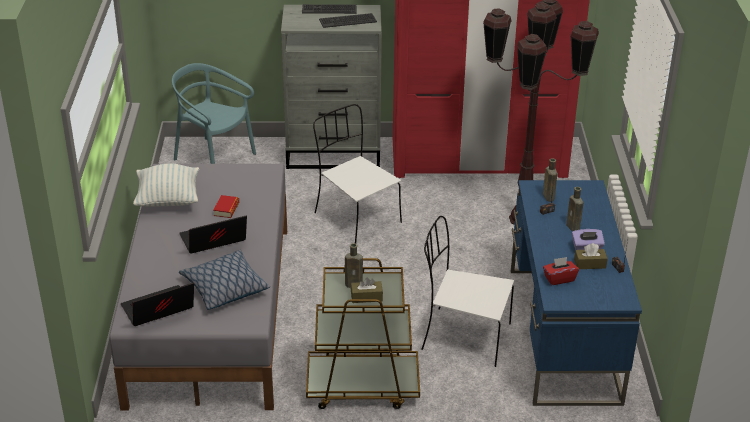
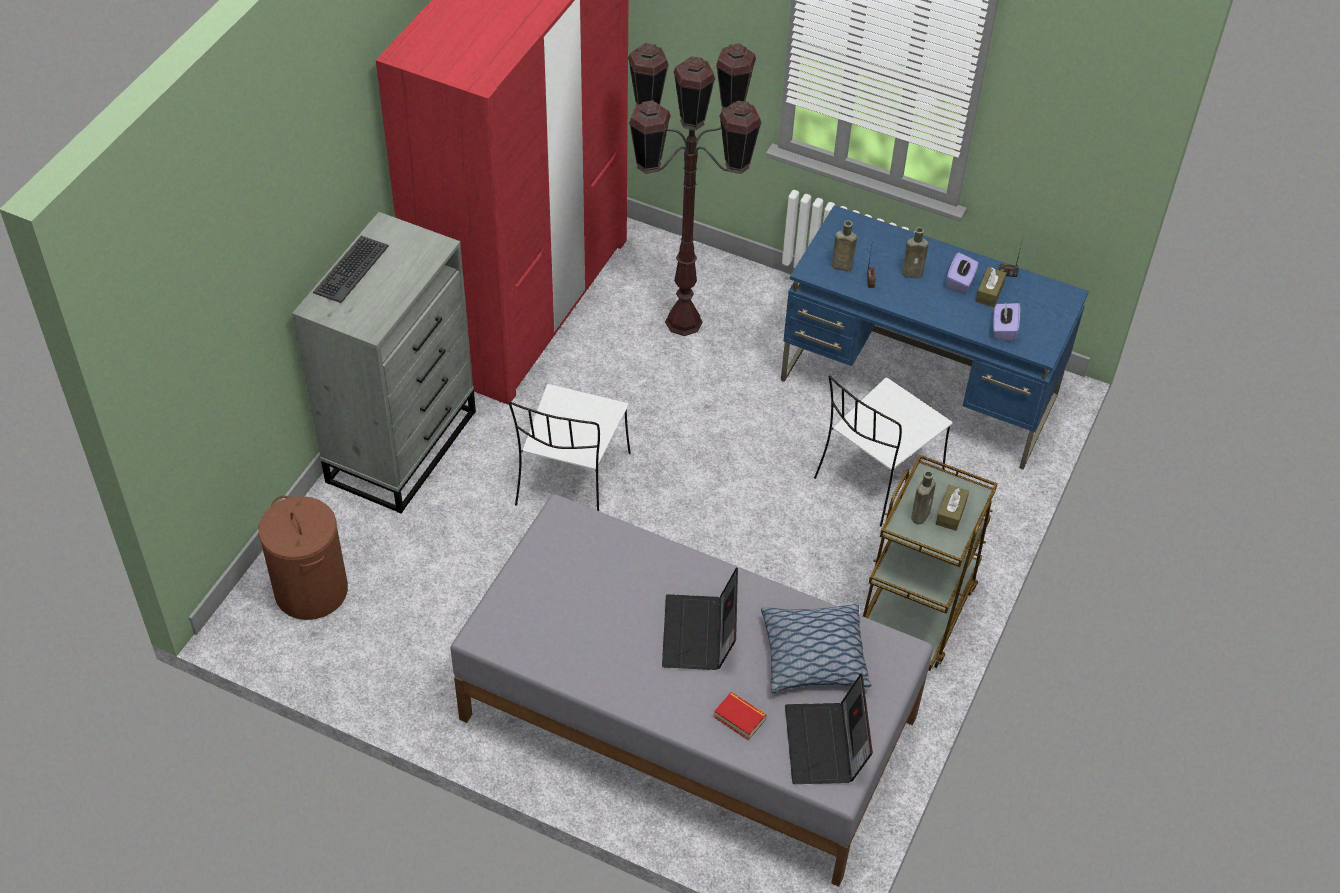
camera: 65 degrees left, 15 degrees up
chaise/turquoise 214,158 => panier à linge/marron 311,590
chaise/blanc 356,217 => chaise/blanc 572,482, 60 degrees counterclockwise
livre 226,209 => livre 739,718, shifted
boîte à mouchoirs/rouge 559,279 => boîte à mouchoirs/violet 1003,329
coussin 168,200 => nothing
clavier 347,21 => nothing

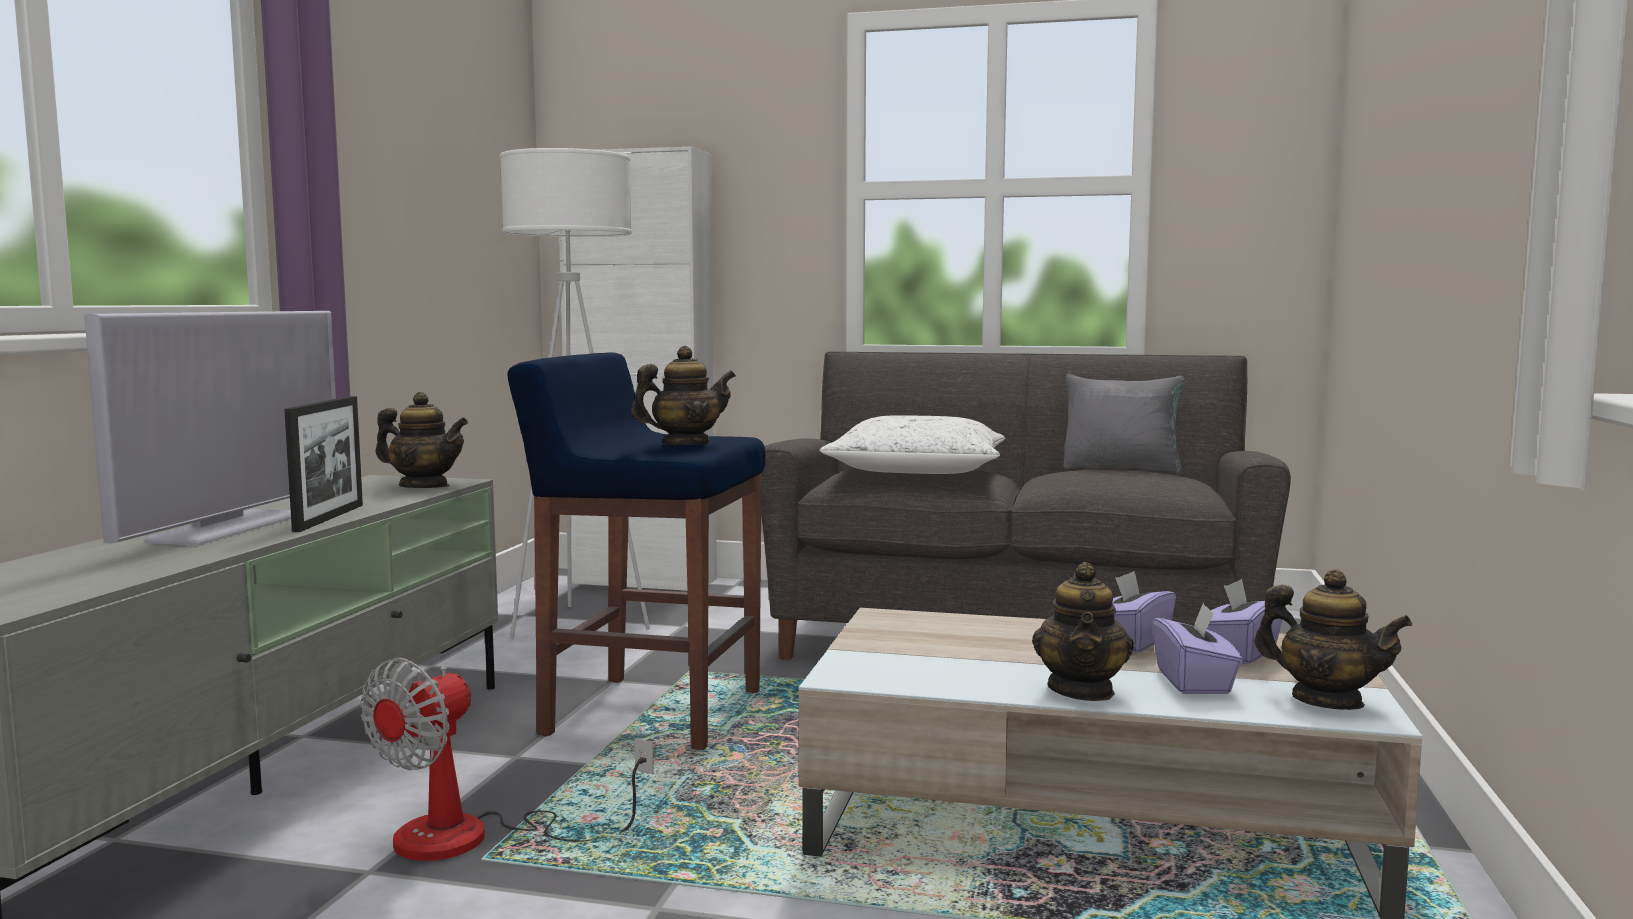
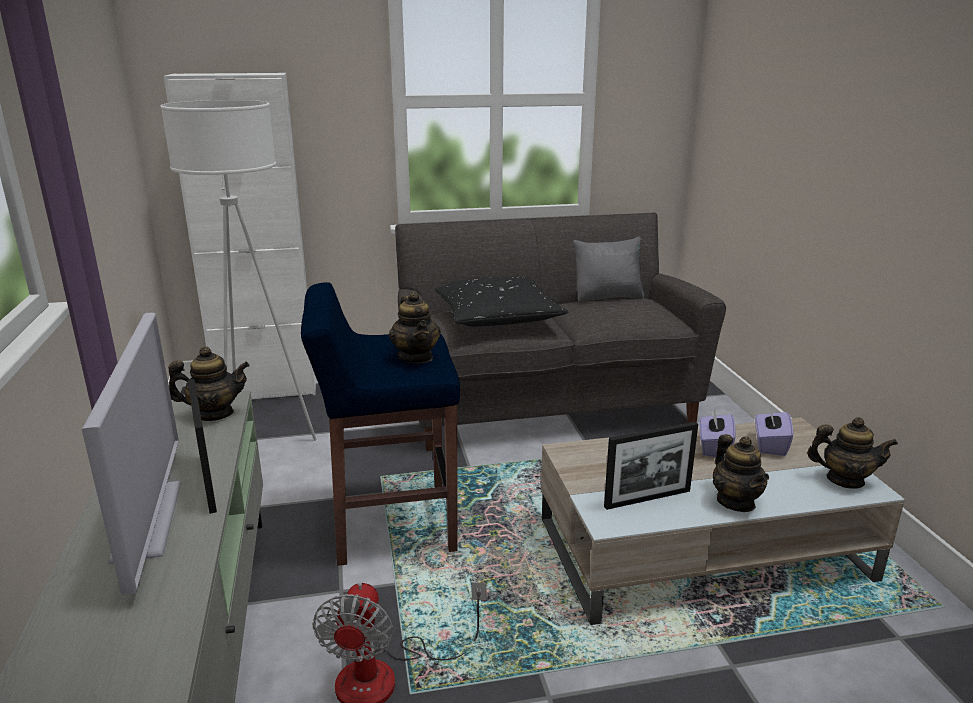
camera: 25 degrees left, 15 degrees up
théière 685,445 => théière 416,357, 120 degrees clockwise
coussin/blanc 917,470 => coussin/noir 497,316
nothing => cadre photo 647,499
boîte à mouchoirs/violet 1194,682 => nothing

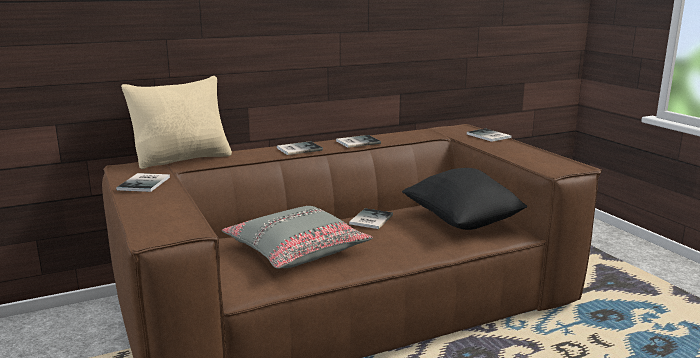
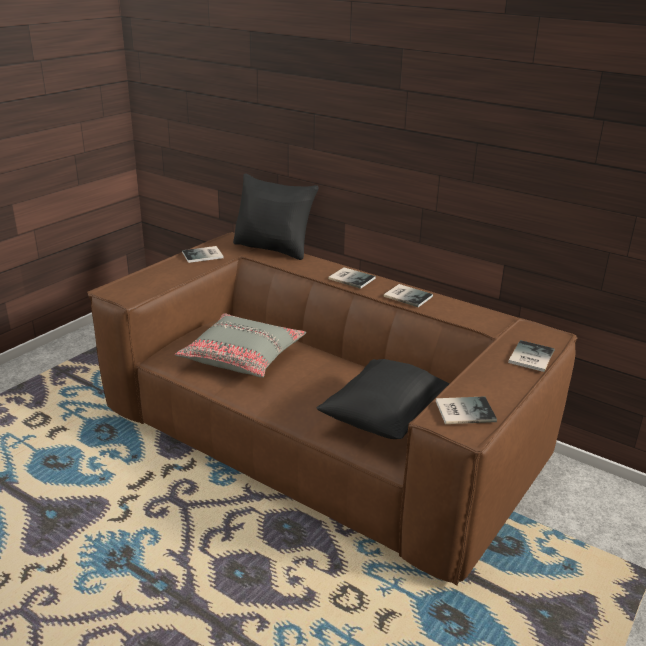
camera: 60 degrees right, 10 degrees up
coussin/beige 183,159 => coussin/noir 273,248
livre 369,220 => livre 463,410, shifted

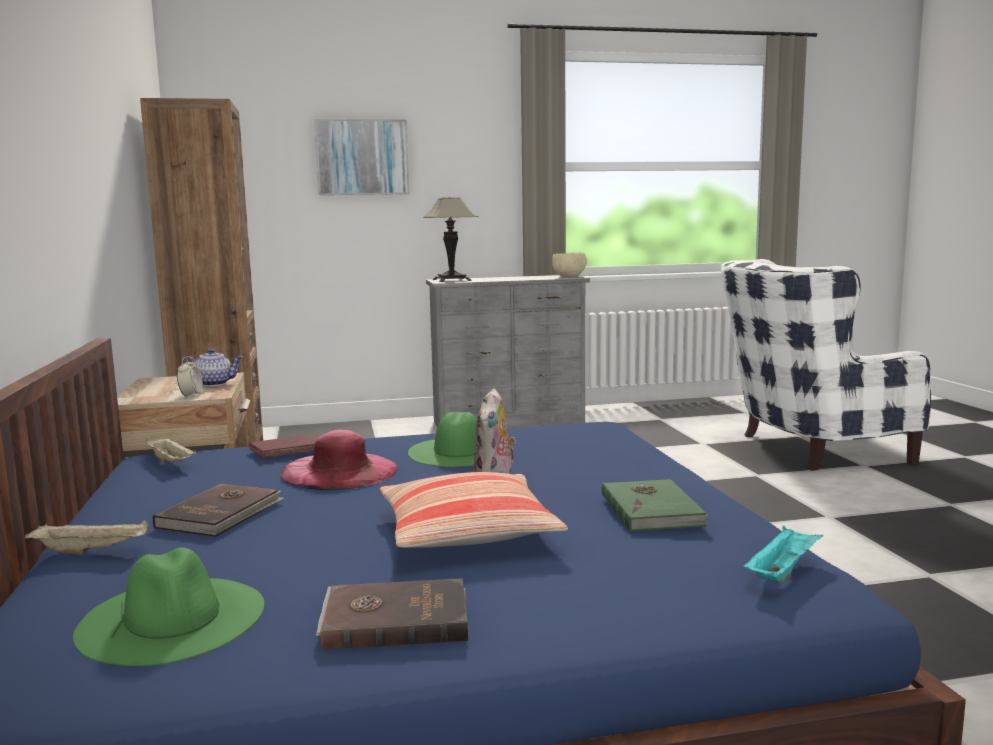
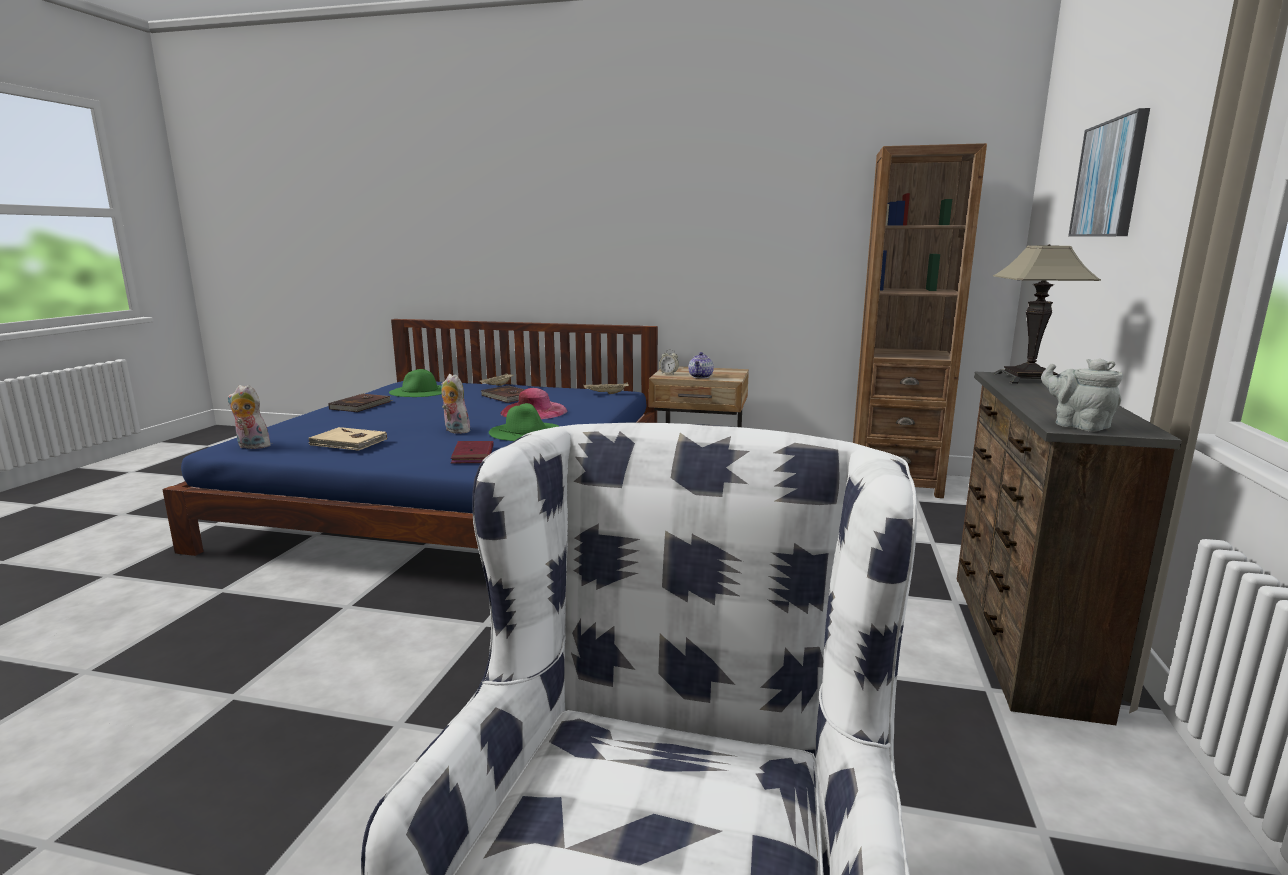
camera: 115 degrees right, 5 degrees up
plateau/turquoise 782,571 => peluche 251,446
livre/vert 653,509 => livre/beige 348,442
livre/rouge 290,450 => livre/rouge 473,455, shifted
commode/gris 510,422 => commode/marron 1018,639
bol/beige 569,277 => théière/gris 1077,425
coussin 467,531 => nothing

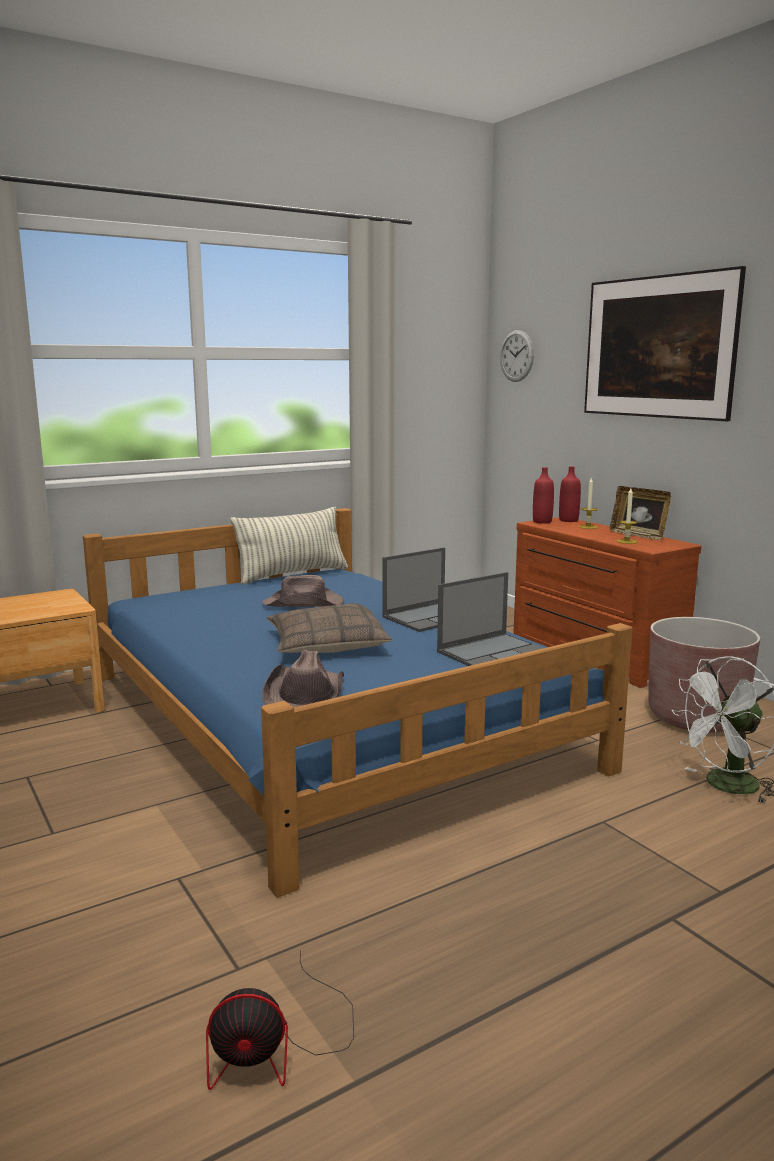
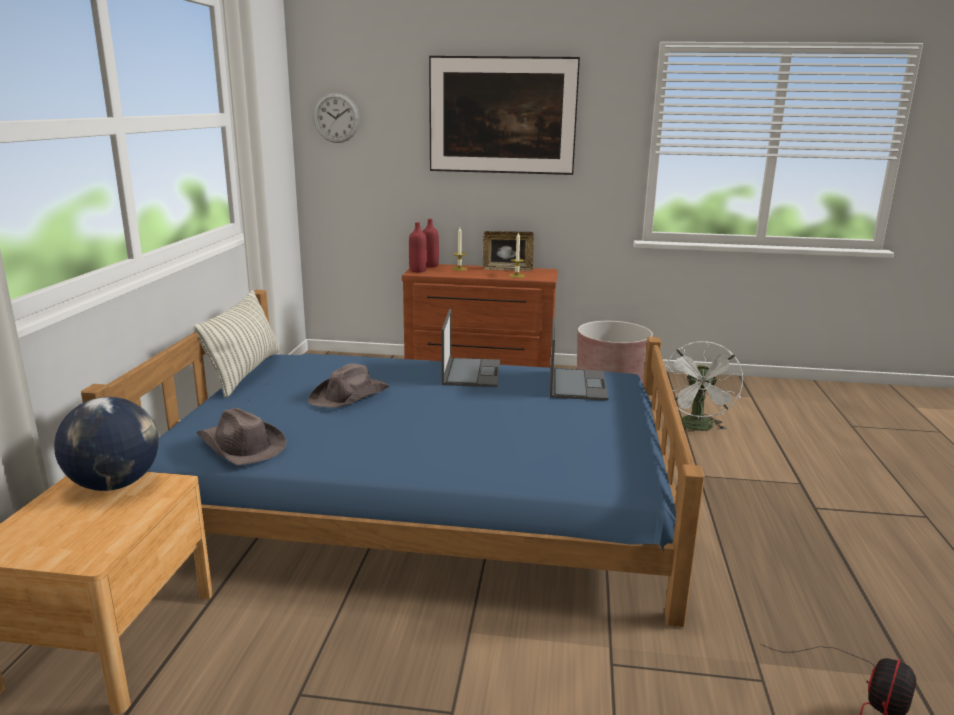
camera: 50 degrees left, 5 degrees up
nothing => globe 114,484
chapeau/marron 305,693 => chapeau/marron 241,446, shifted
coussin 326,644 => nothing

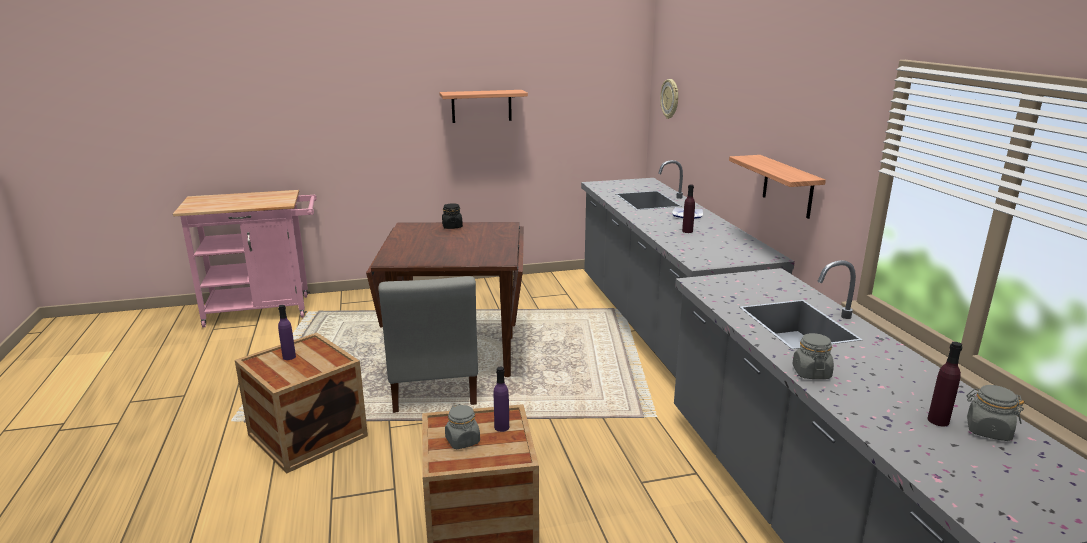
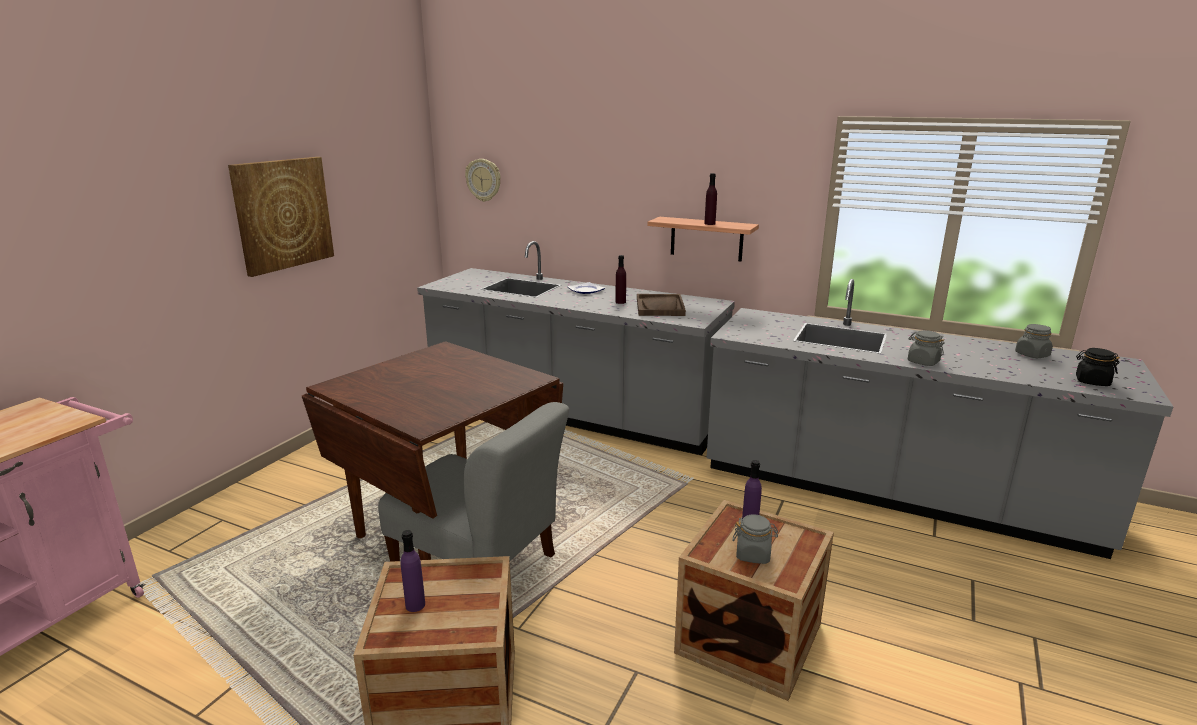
camera: 50 degrees left, 0 degrees up
étagère 481,106 => tableau 283,214
nothing => plateau/marron 660,307
bouteille/violet 938,420 => bouteille/violet 709,224, shifted
bocal/noir 452,226 => bocal/noir 1092,381, shifted

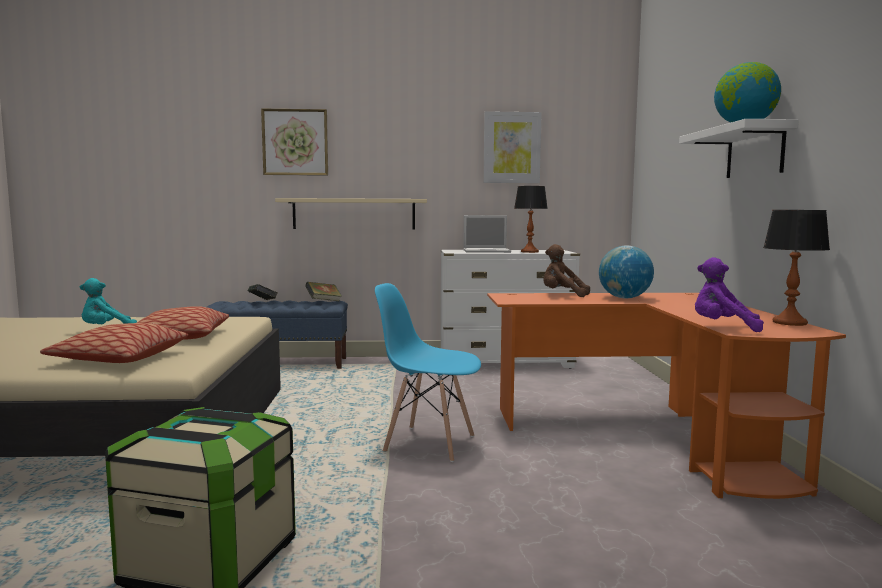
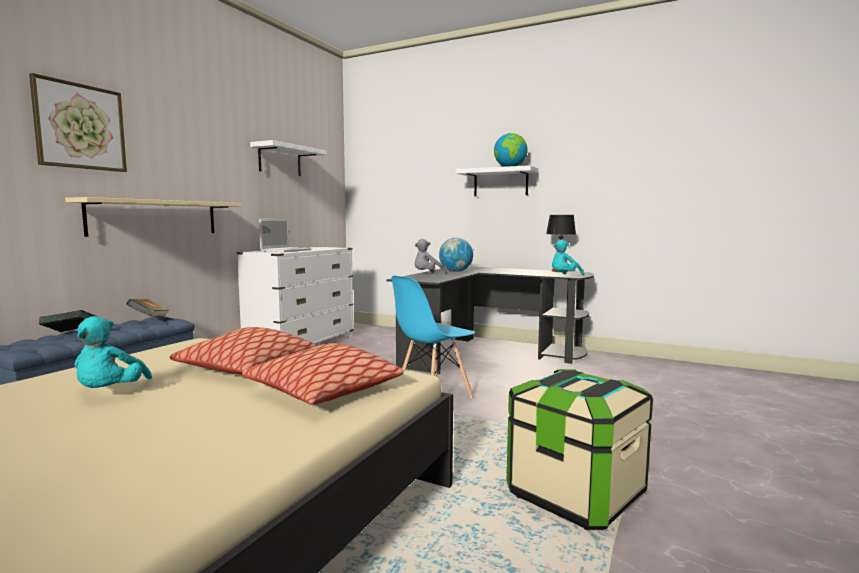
camera: 60 degrees left, 0 degrees up
tableau 511,148 => étagère/blanc 280,160
bureau/orange 650,435 => bureau/noir 487,352
peluche/marron 562,295 => peluche/gris 427,274
peluche/violet 722,328 => peluche/turquoise 564,276
lampe de table 529,252 => nothing

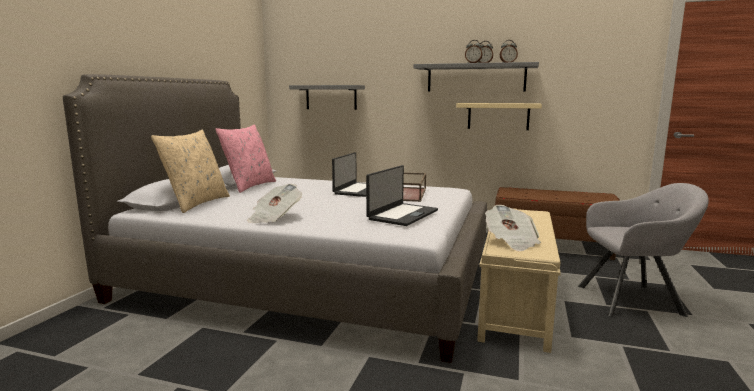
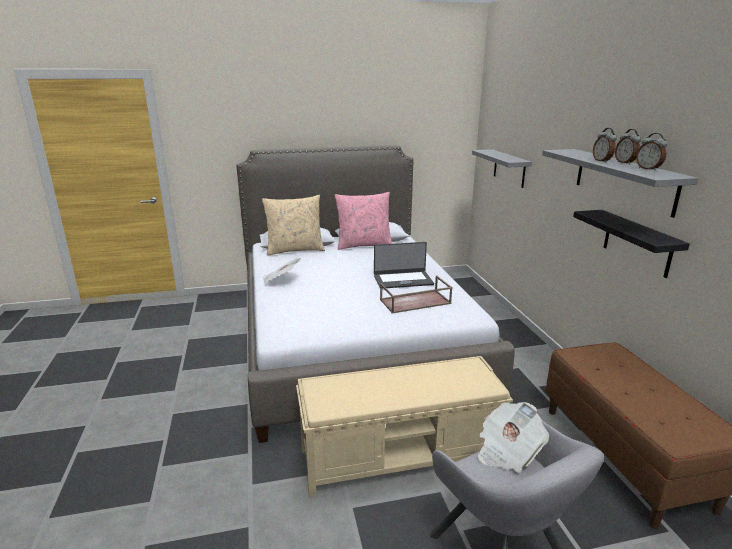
camera: 60 degrees right, 10 degrees up
journal 511,242 => journal 508,451, shifted
étagère/beige 498,116 => étagère/noir 637,243
ordinateur portable 402,215 => nothing

